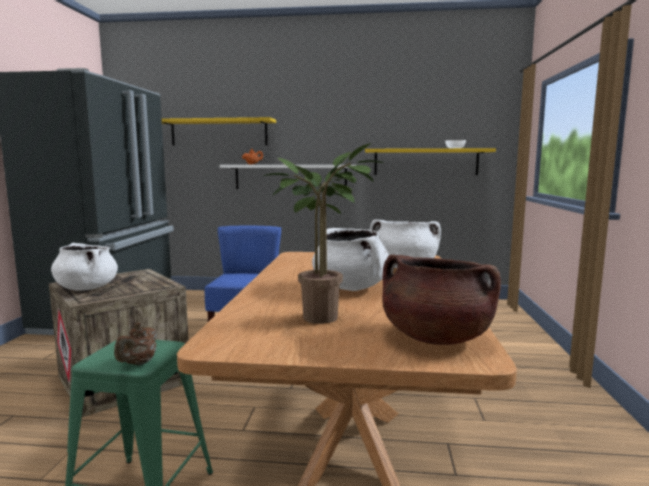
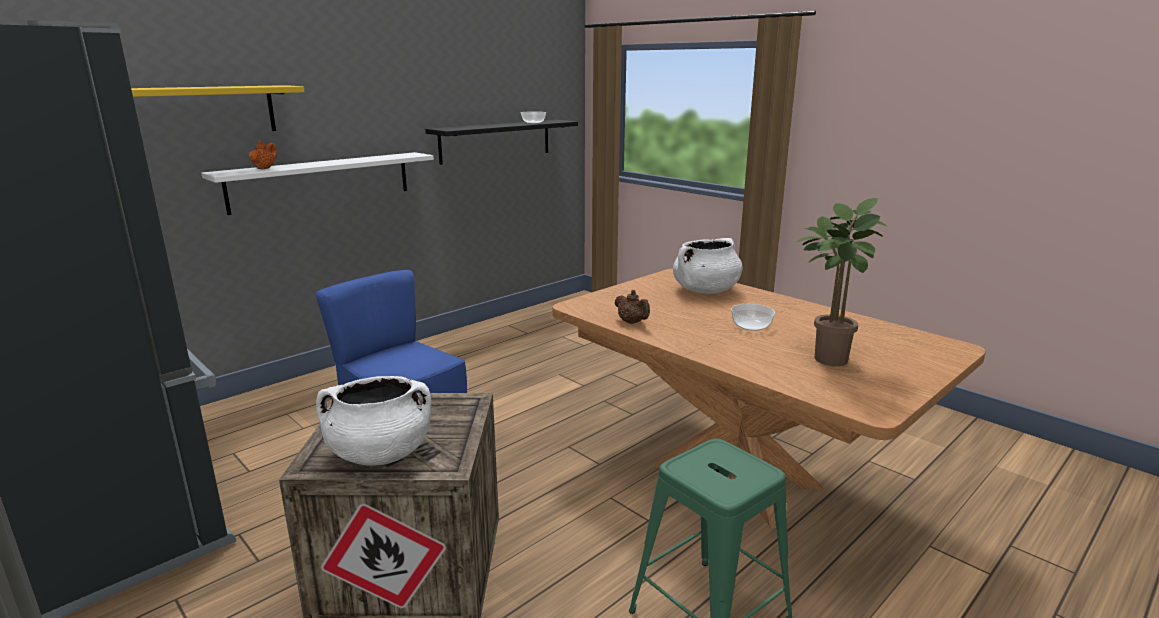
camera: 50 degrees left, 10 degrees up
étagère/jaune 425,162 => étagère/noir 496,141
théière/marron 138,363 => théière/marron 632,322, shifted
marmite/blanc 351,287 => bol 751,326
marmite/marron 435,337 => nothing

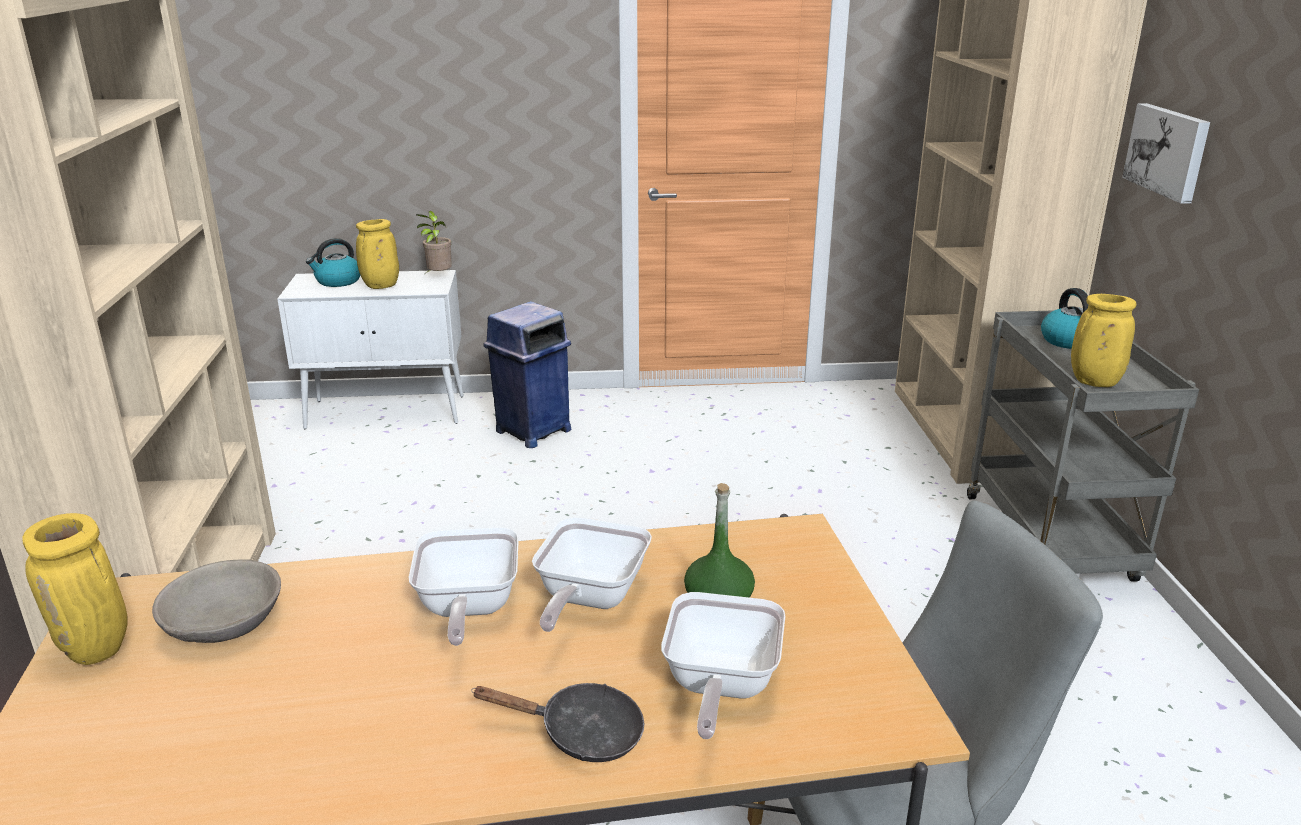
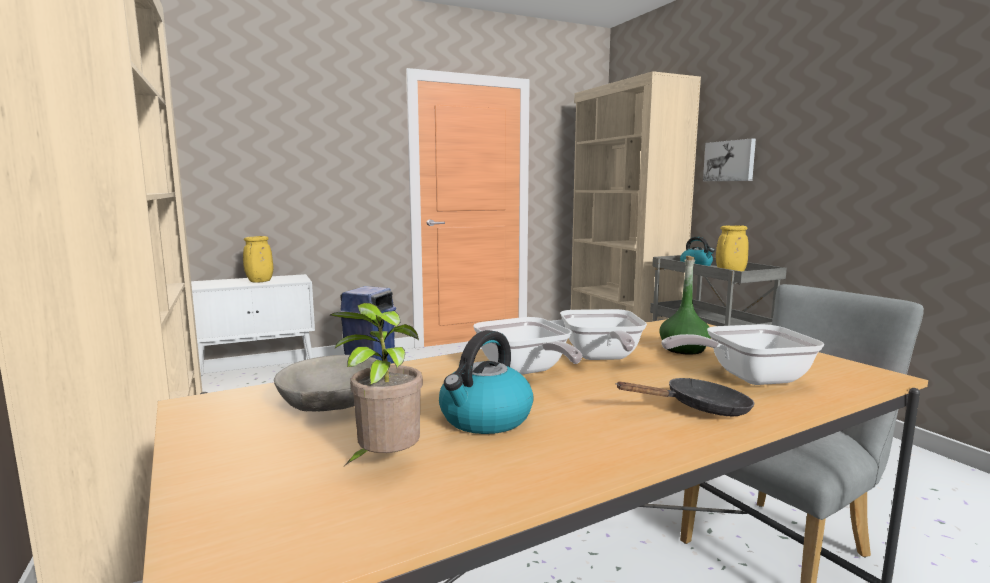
camera: 20 degrees left, 15 degrees down
plante en pot 438,277 => plante en pot 384,463, shifted
bouilloire 337,281 => bouilloire 485,419, shifted
poêle 719,687 => poêle 747,378, 90 degrees clockwise
vase/jaune 97,650 => nothing

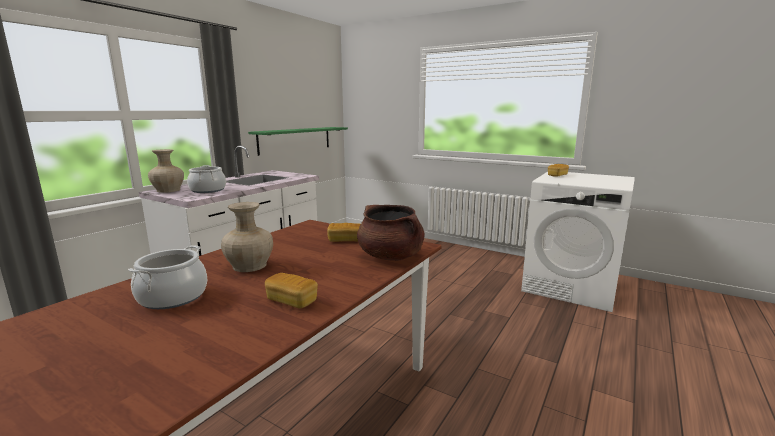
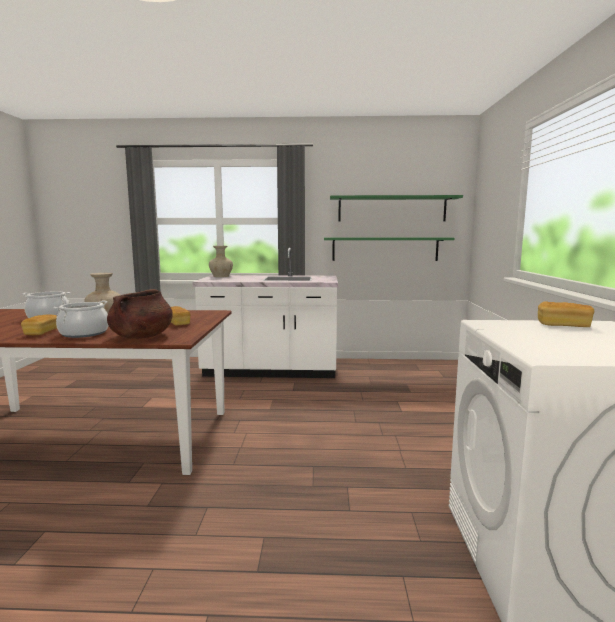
camera: 60 degrees right, 5 degrees down
marmite 208,190 => marmite 84,333, shifted
nothing => étagère/vert 392,209

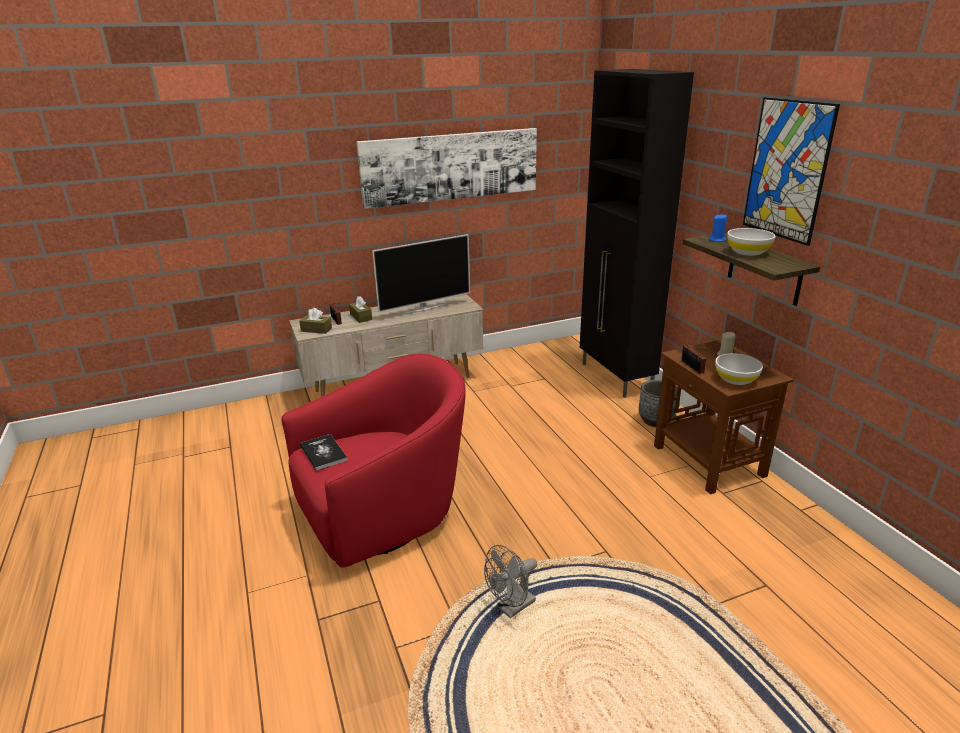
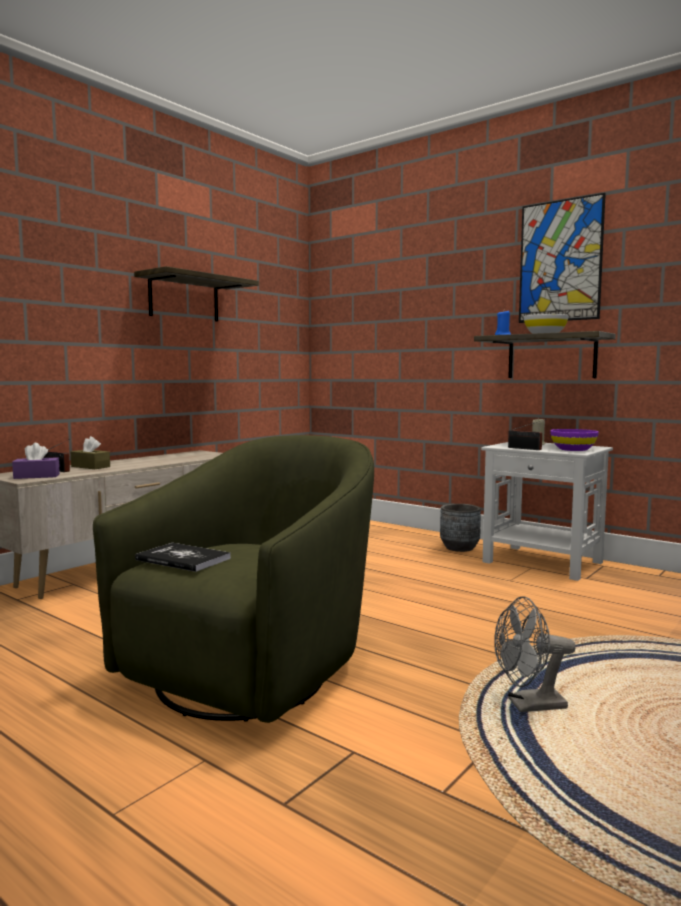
camera: 30 degrees left, 20 degrees down
boîte à mouchoirs/marron 316,330 => boîte à mouchoirs/violet 37,476
fauteuil/rouge 385,515 => fauteuil/vert 255,670
tableau 451,166 => étagère 184,298
table d'appoint/marron 709,461 => table d'appoint/blanc 544,562
ventilateur/gris 511,608 => ventilateur/gris 529,706, 60 degrees clockwise
bol/blanc 736,379 => bol/violet 573,449
téléviseur 424,308 => nothing
meuble de rangement/noir 616,377 => nothing

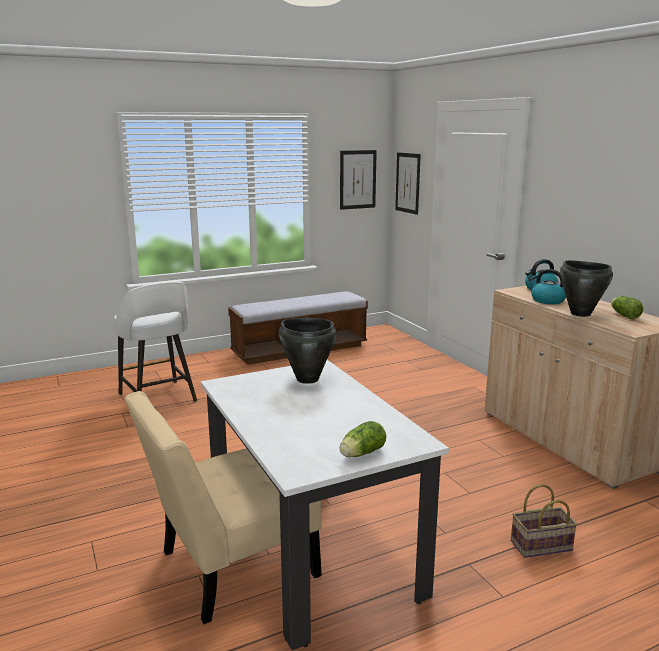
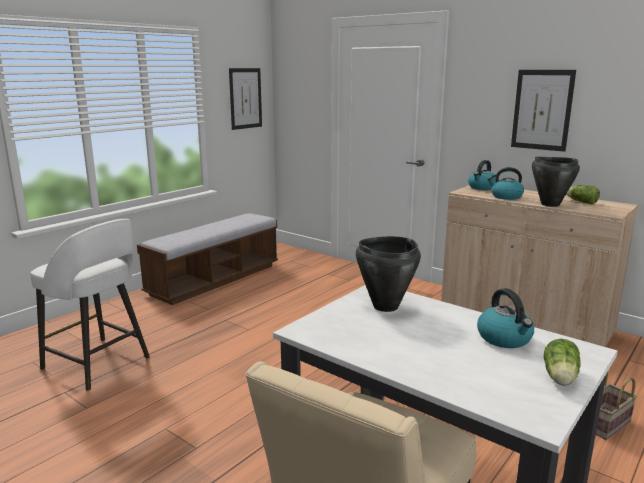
camera: 25 degrees left, 0 degrees up
nothing => bouilloire 505,338
tableau 408,183 => tableau 542,110, shifted

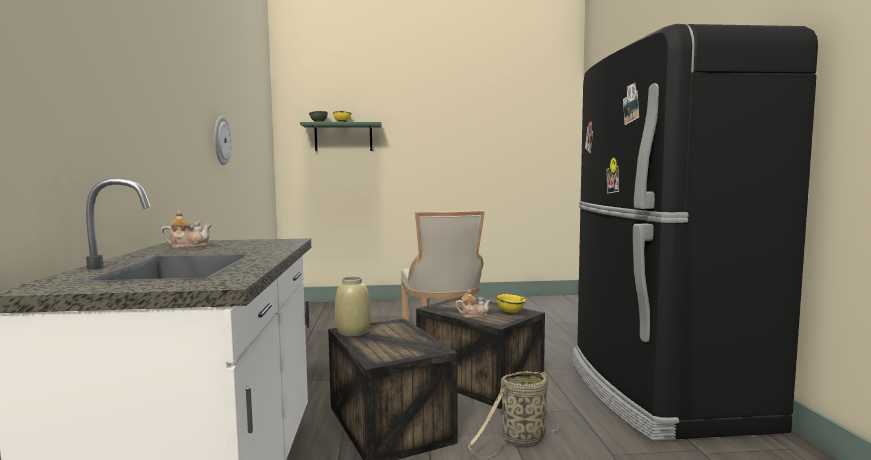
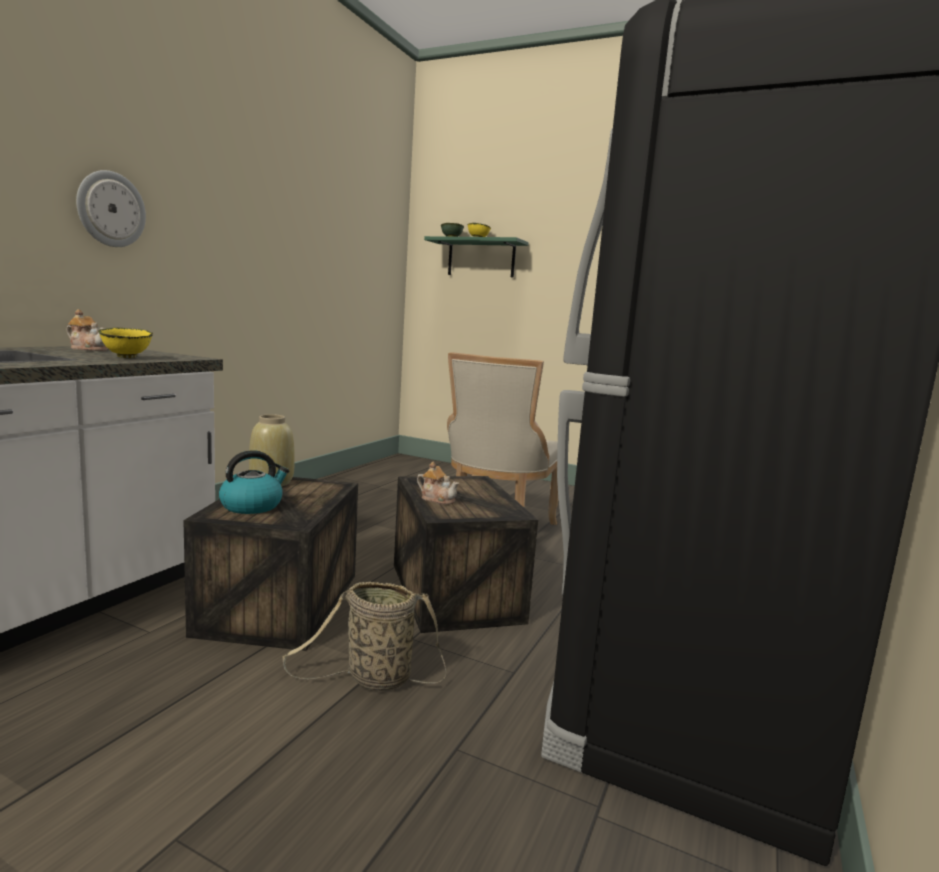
camera: 30 degrees right, 5 degrees up
horloge murale 221,140 => horloge murale 110,209, shifted
bol/jaune 510,313 => bol/jaune 128,357, shifted
nothing => bouilloire 252,506

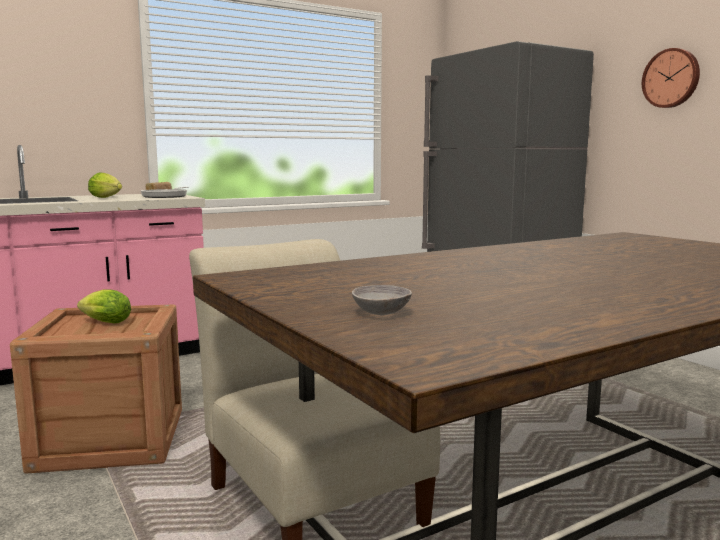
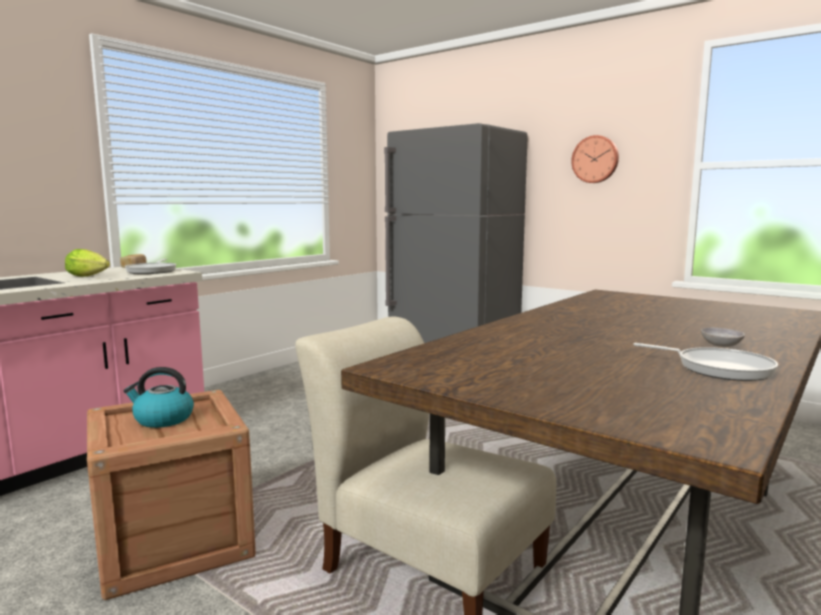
camera: 20 degrees left, 0 degrees up
laitue 103,322 => bouilloire 163,419
nothing => poêle 718,368
bol/gris 381,313 => bol/gris 721,345, shifted

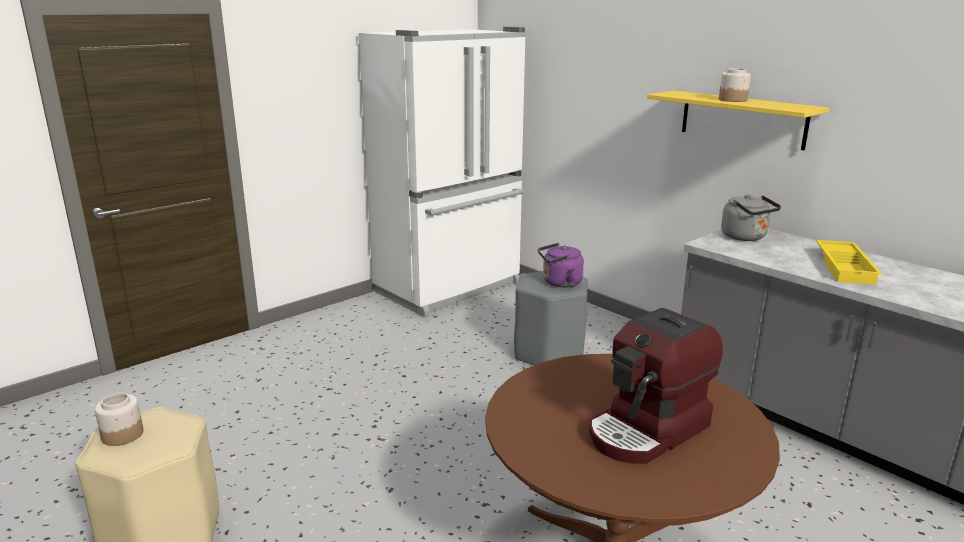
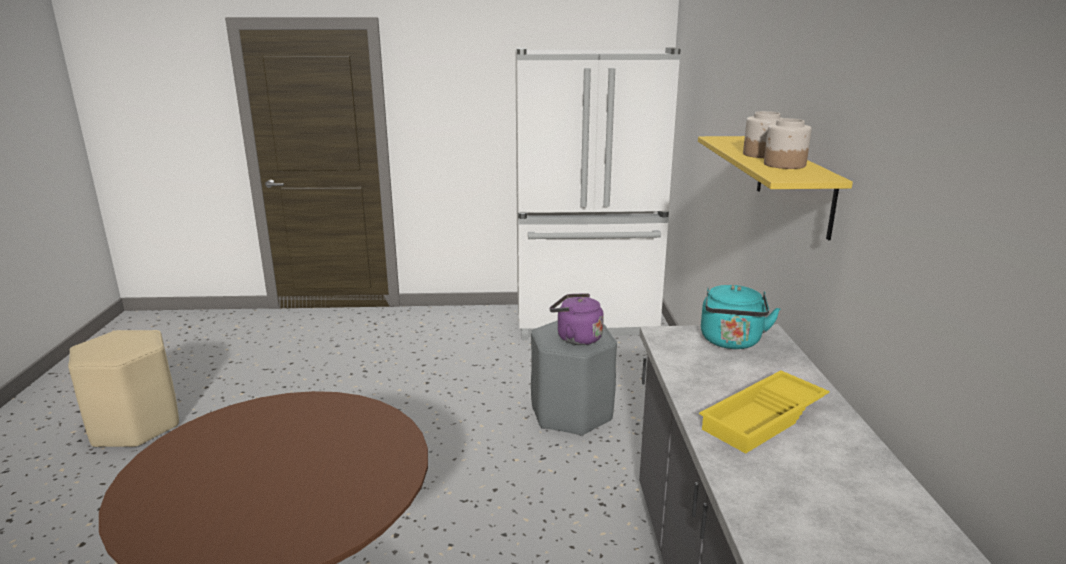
camera: 40 degrees right, 0 degrees up
bouilloire/gris 746,237 => bouilloire/turquoise 731,342
bocal 122,435 => bocal 784,165, shifted
machine à café 648,431 => nothing

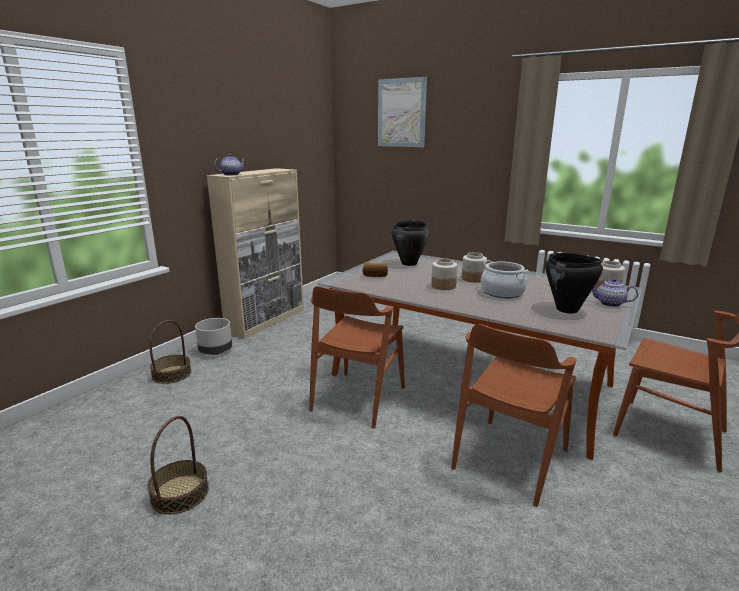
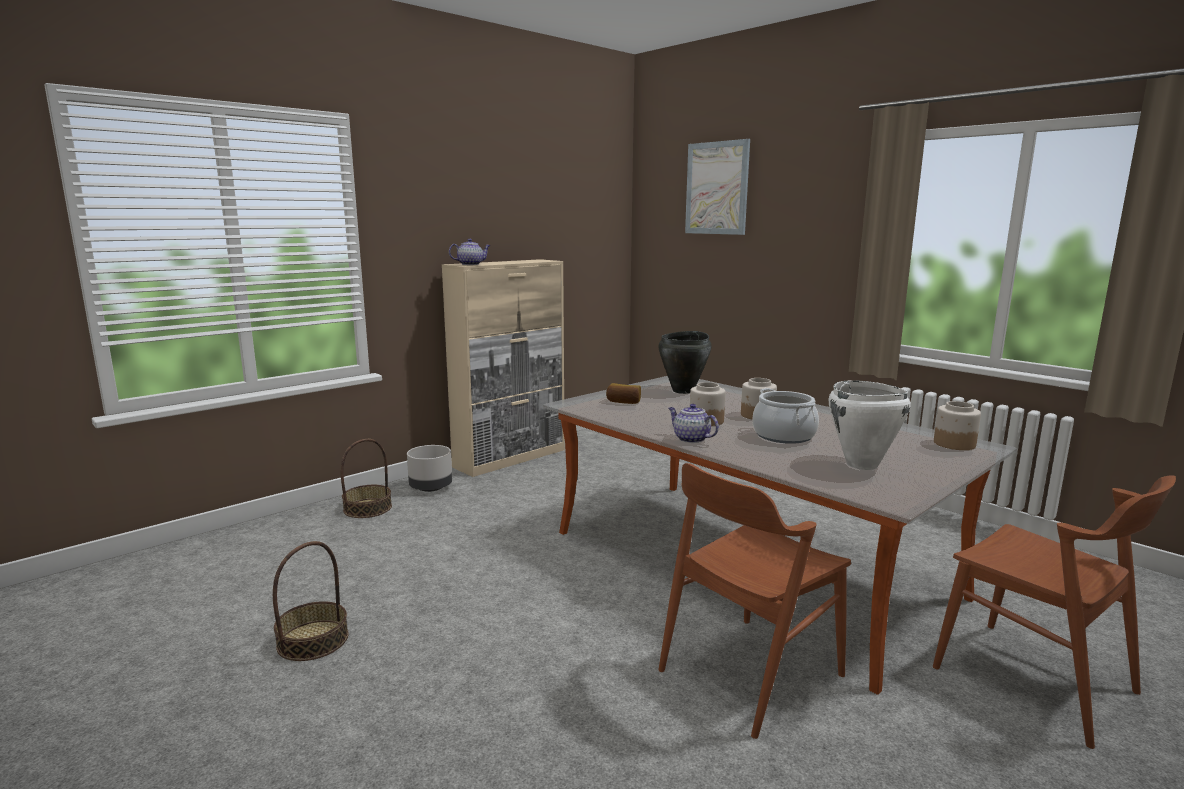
camera: 15 degrees right, 5 degrees down
théière 609,303 => théière 690,439, shifted
marmite/noir 567,310 => marmite/blanc 862,465
chaise/marron 358,398 => nothing

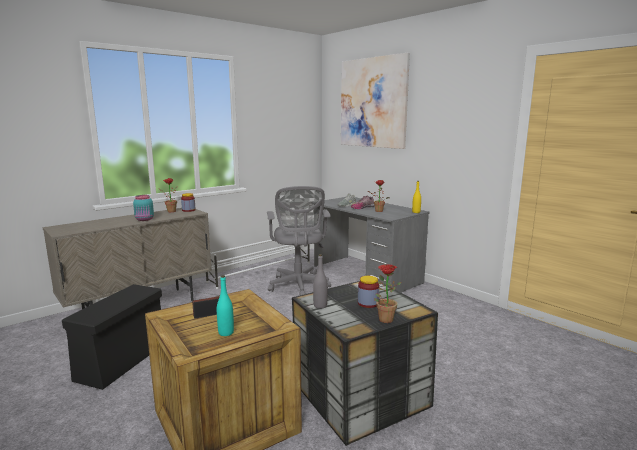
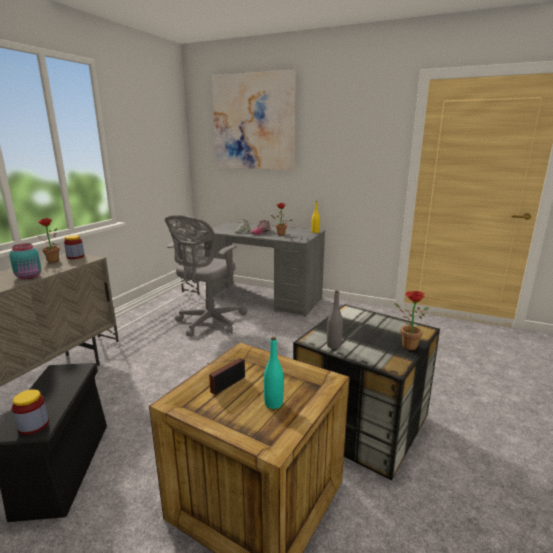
camera: 25 degrees left, 5 degrees up
bocal 368,303 => bocal 33,425, shifted
chaise de bureau/gris 298,286 => chaise de bureau/gris 209,323, 60 degrees clockwise

